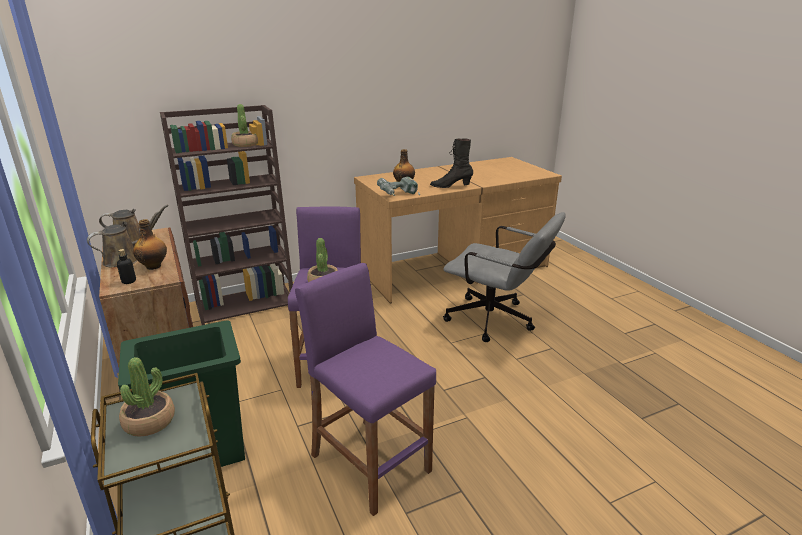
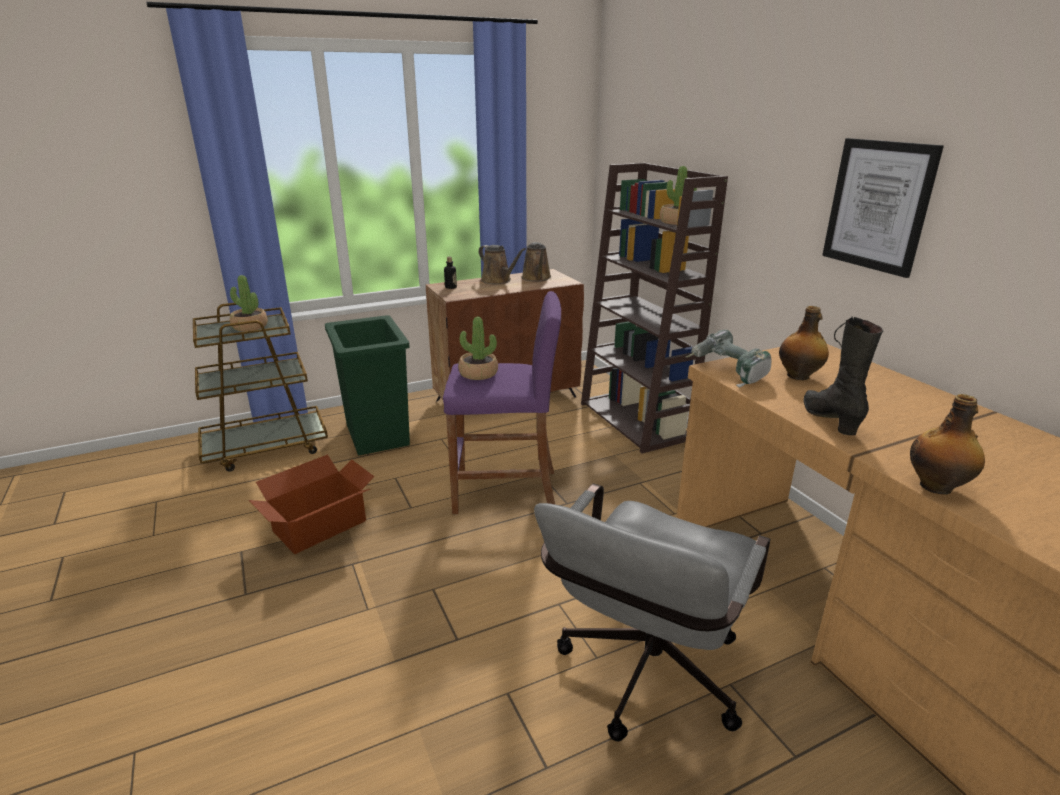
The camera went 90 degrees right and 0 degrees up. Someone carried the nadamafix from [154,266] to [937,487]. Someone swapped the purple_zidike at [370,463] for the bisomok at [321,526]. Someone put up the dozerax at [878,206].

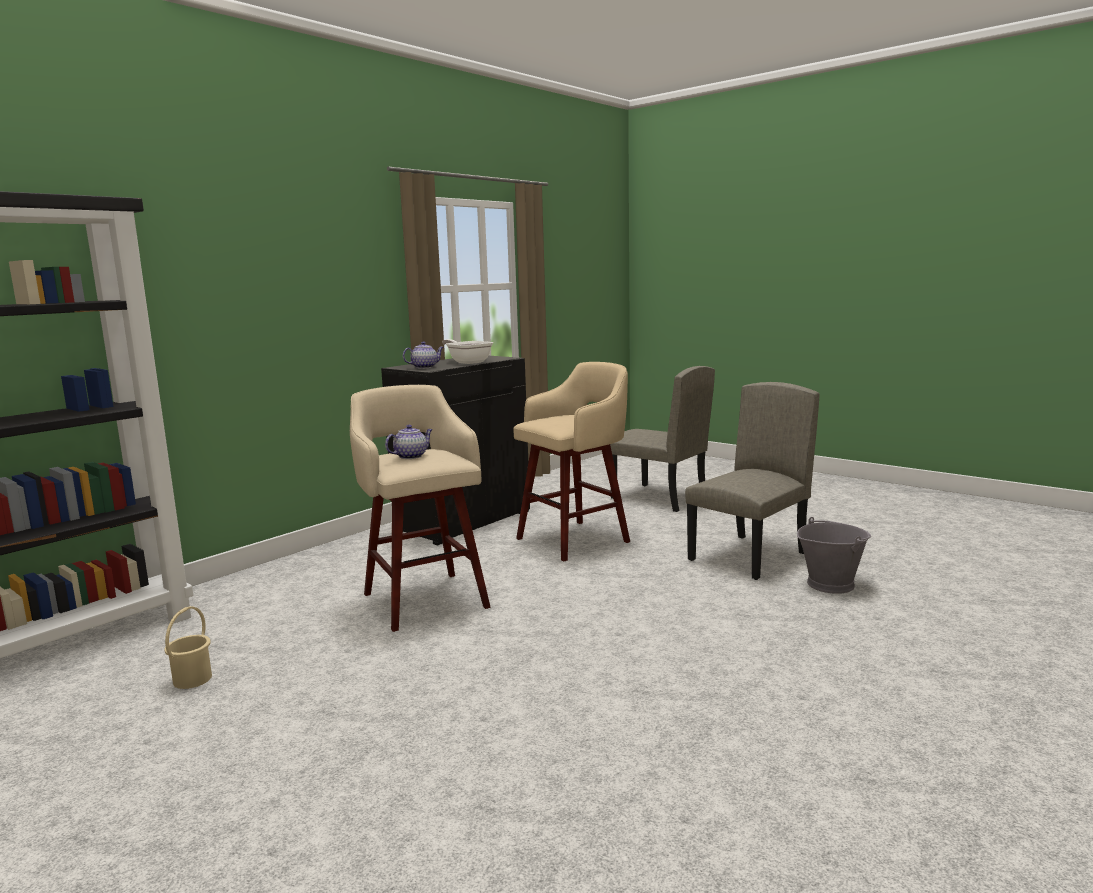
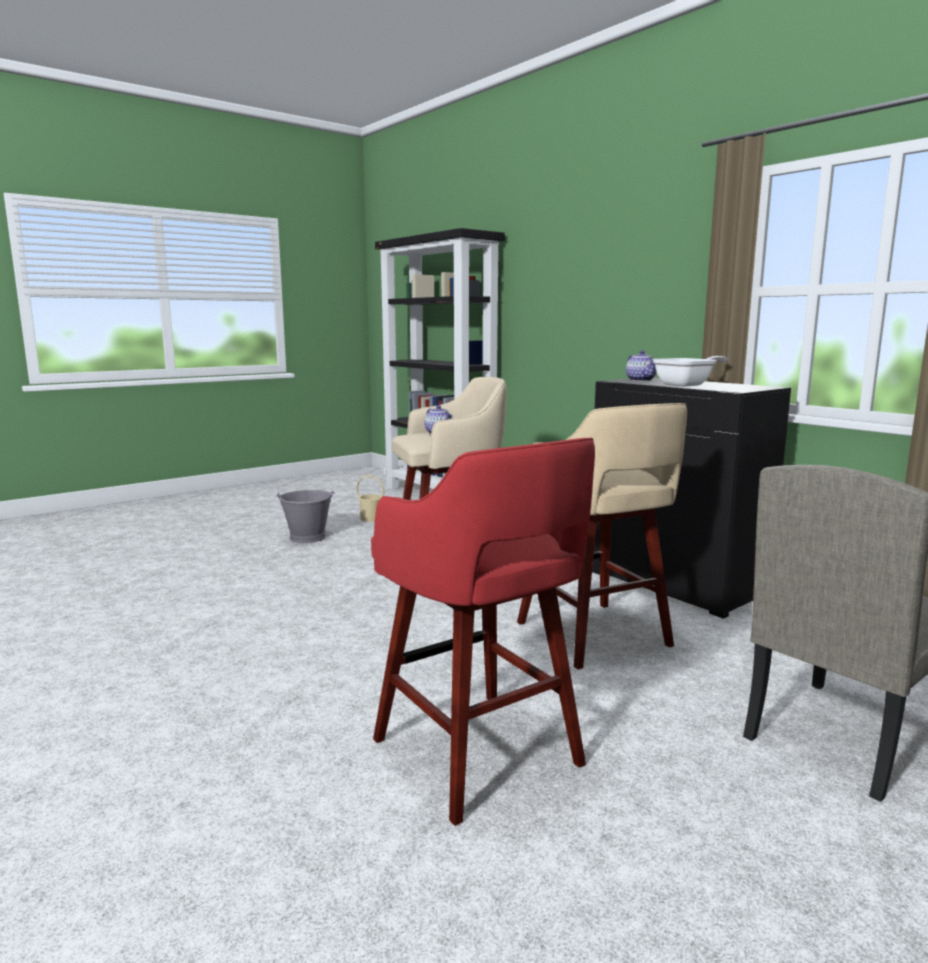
The camera went 100 degrees right and 0 degrees up. Someone swapped the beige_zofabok at [749,557] for the red_zidike at [480,756]. Someone carried the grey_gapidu from [830,584] to [308,537].

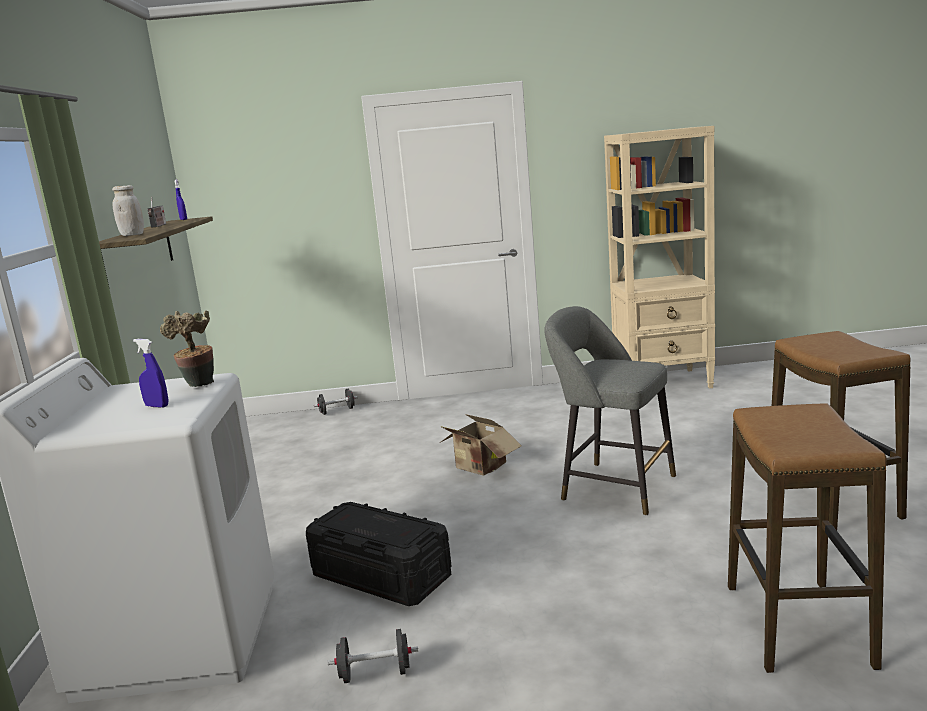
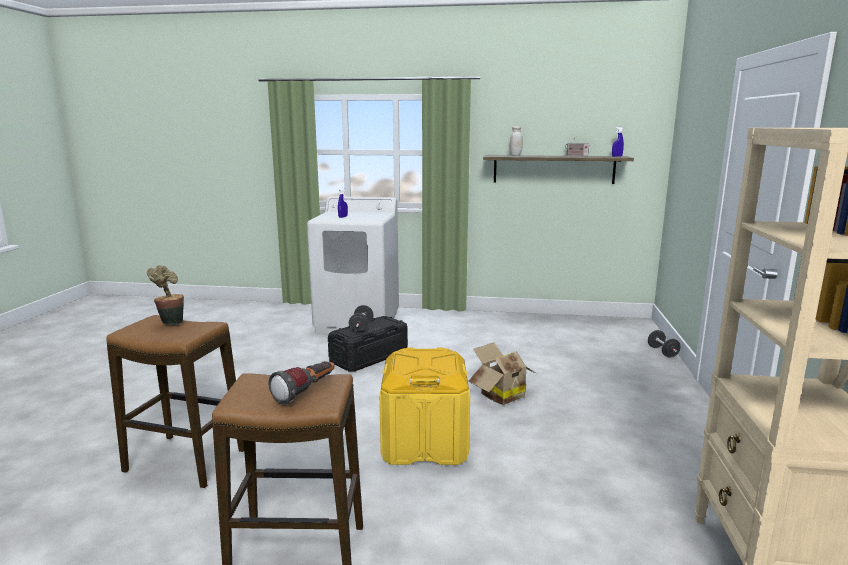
The camera went 100 degrees right and 0 degrees up. Someone carried the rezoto from [199,386] to [171,322]. Someone carried the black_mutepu from [375,673] to [361,328]. Someone swapped the grey_zidike at [612,487] for the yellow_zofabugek at [425,443]. Someone put down the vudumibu at [306,392].

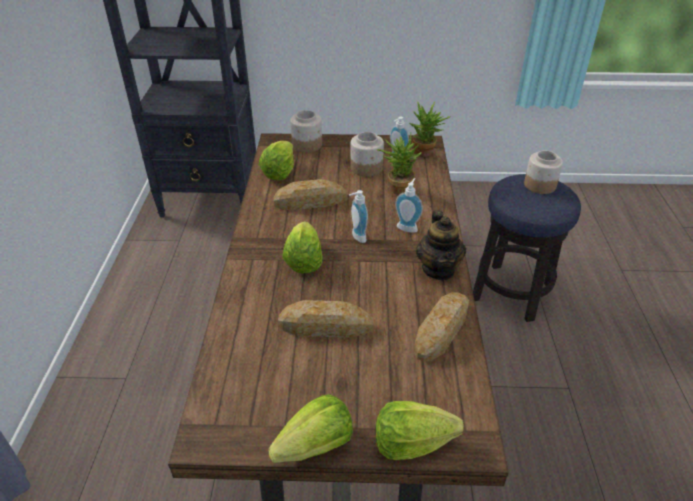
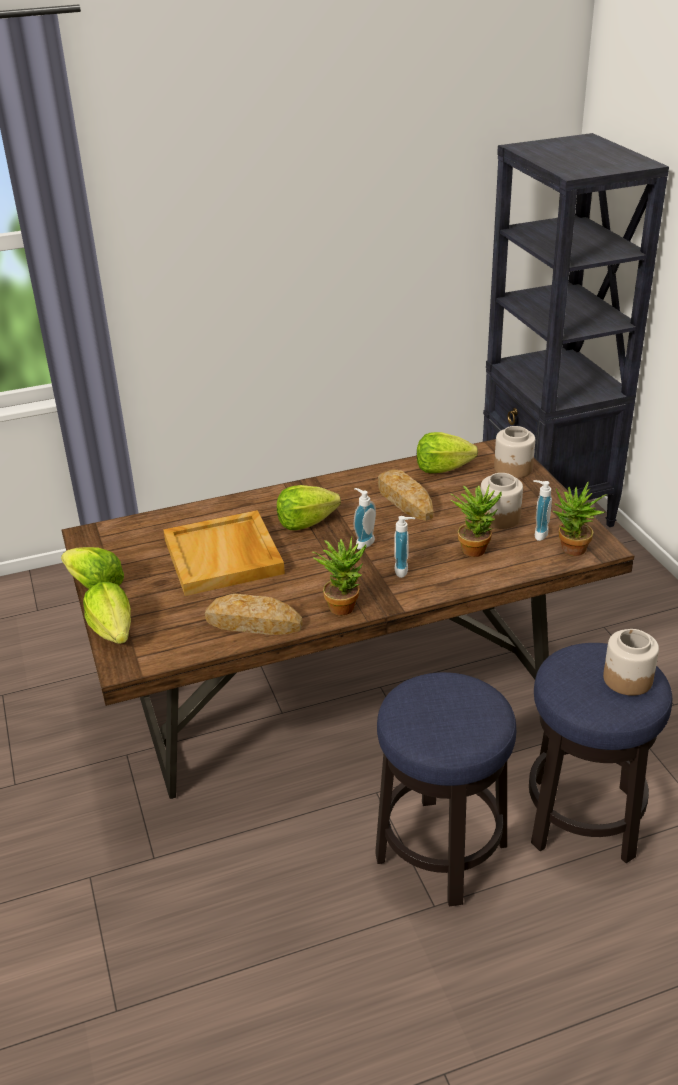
The camera went 70 degrees right and 5 degrees down. Someone swapped the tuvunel at [325,326] for the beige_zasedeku at [224,557]. Someone swapped the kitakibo at [438,269] for the rezoto at [343,604]. Someone put down the zidike at [441,851].

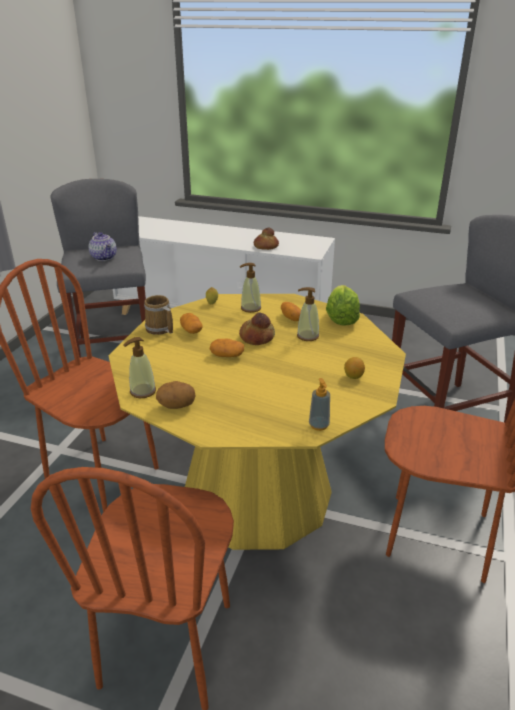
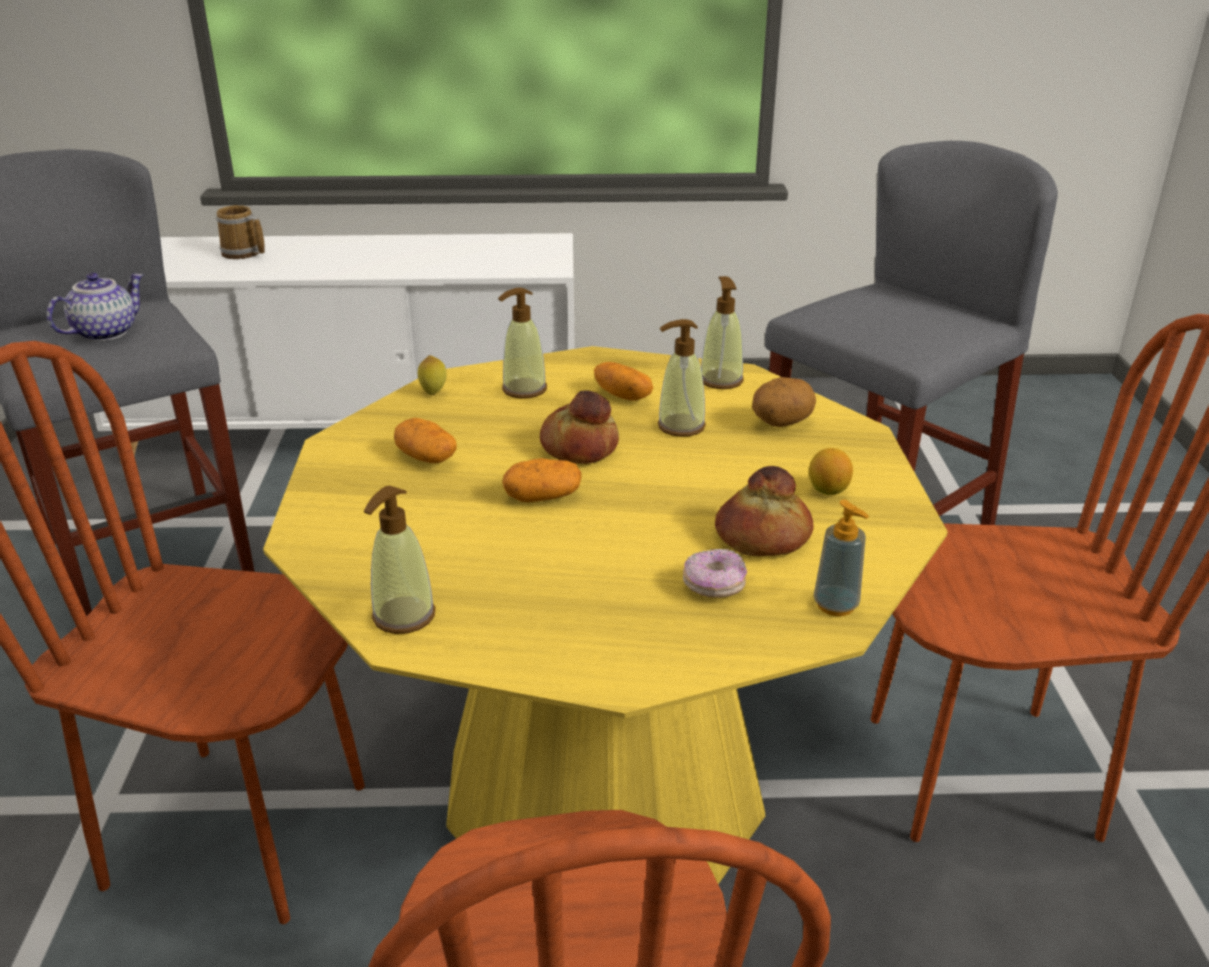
The camera went 20 degrees left and 0 degrees up. Someone rotated the kitakibo at [104,257] by 90 degrees counterclockwise. Someone carried the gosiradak from [159,329] to [242,254]. Someone carried the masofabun from [177,406] to [781,423]. Someone carried the tuvunel from [265,246] to [762,537]. Someone swapped the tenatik at [341,318] for the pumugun at [721,380]. Someone put down the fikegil at [714,586].

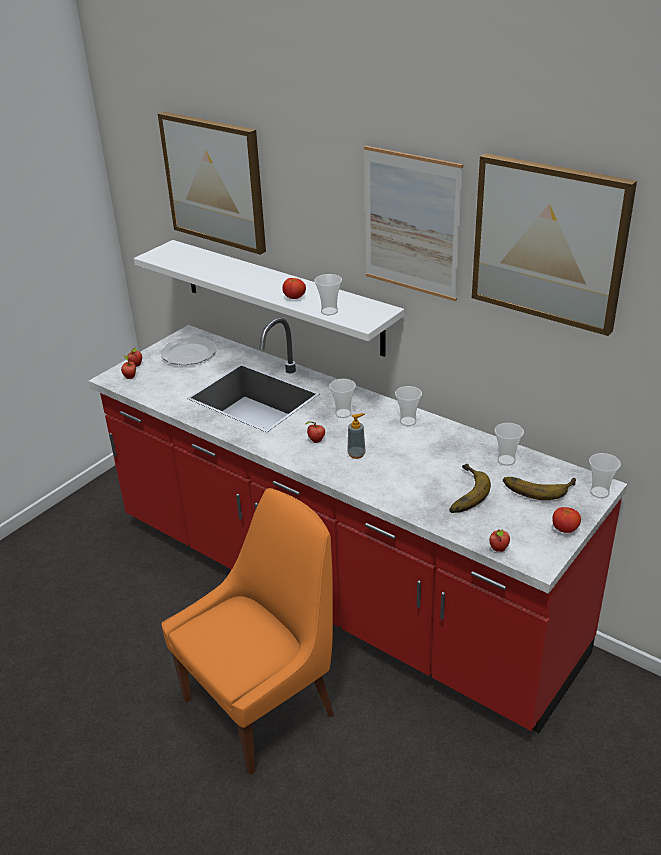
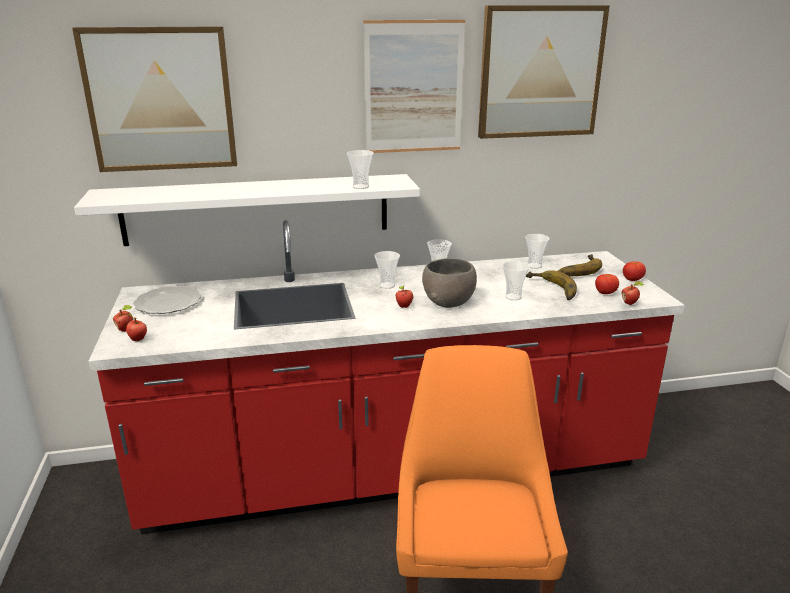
The camera went 50 degrees left and 10 degrees down. Someone carried the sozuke from [294,298] to [605,293]. Someone swapped the pumugun at [356,454] for the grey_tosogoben at [448,301]. Someone carried the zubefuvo from [599,492] to [513,297].

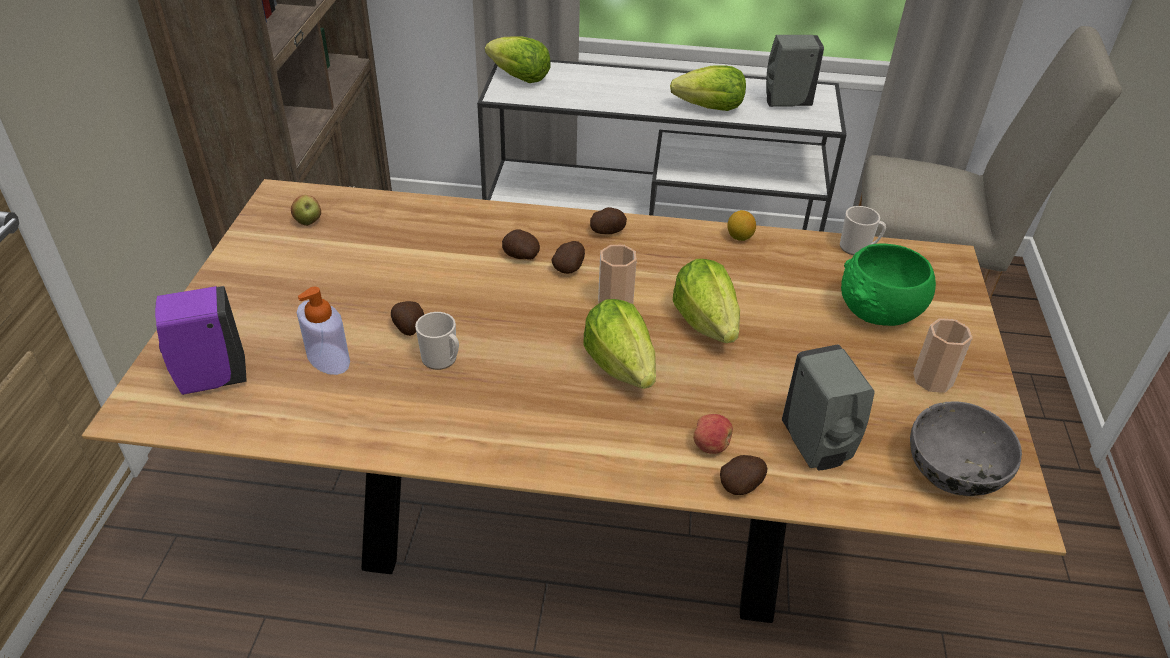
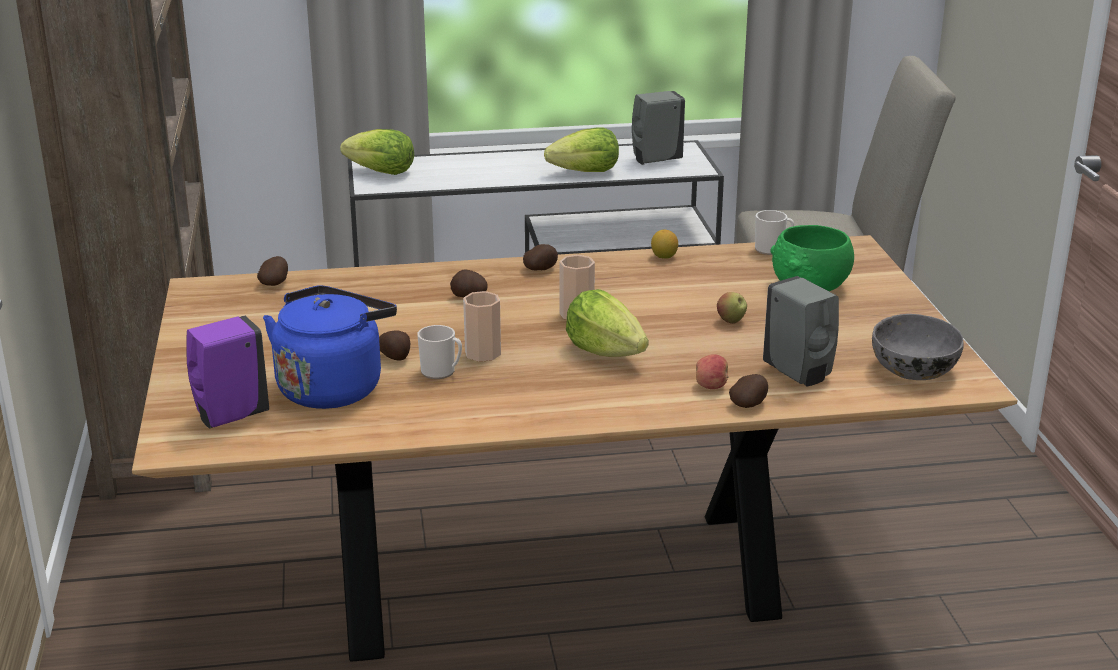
The camera went 15 degrees left and 15 degrees down. Someone carried the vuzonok from [308,222] to [731,321]. Someone swapped the pumugun at [328,358] for the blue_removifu at [333,387]. Someone carried the masofabun from [569,268] to [275,283]. Someone took away the tenatik at [706,322]. Someone carried the zubefuvo from [932,379] to [483,353].

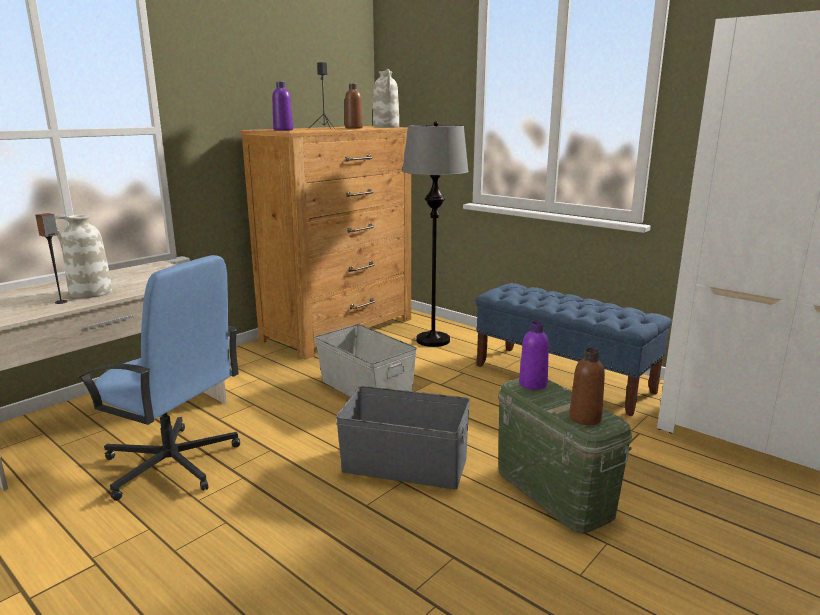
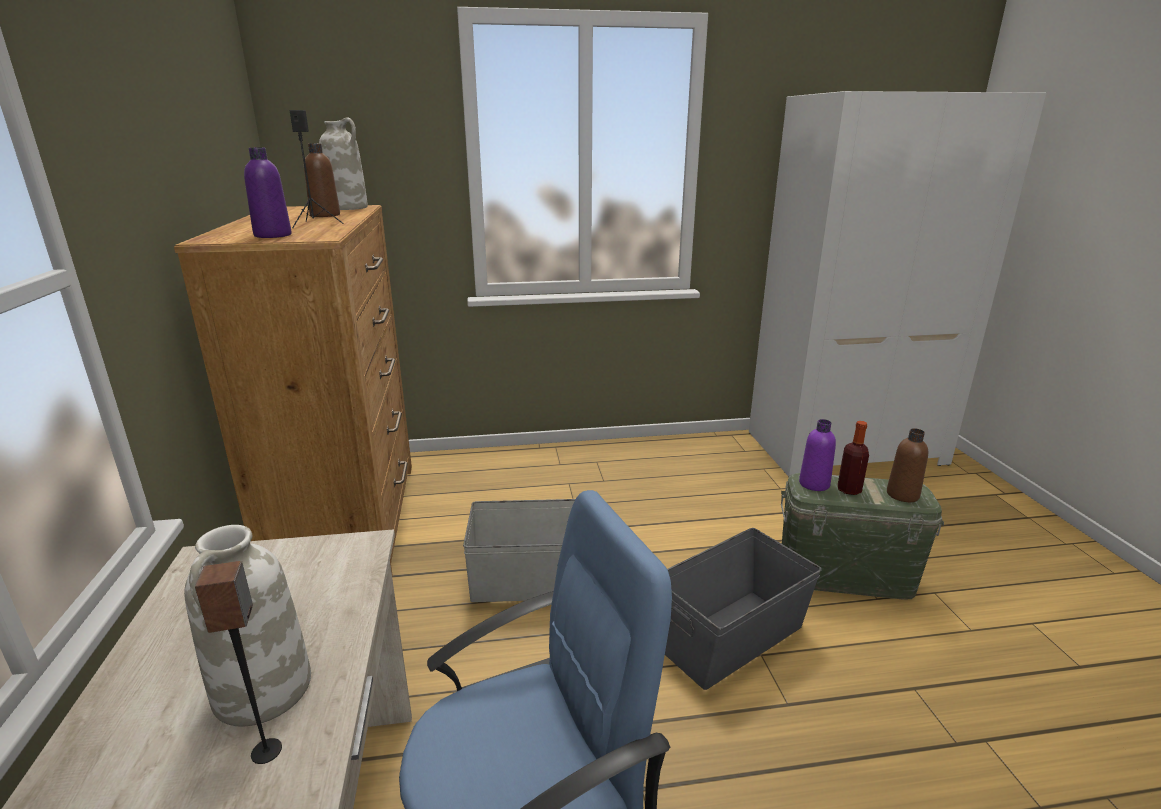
The camera went 50 degrees left and 5 degrees up. Someone took away the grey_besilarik at [433,340]. Someone took away the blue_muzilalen at [563,378]. Someone put down the nadamafix at [849,490].

